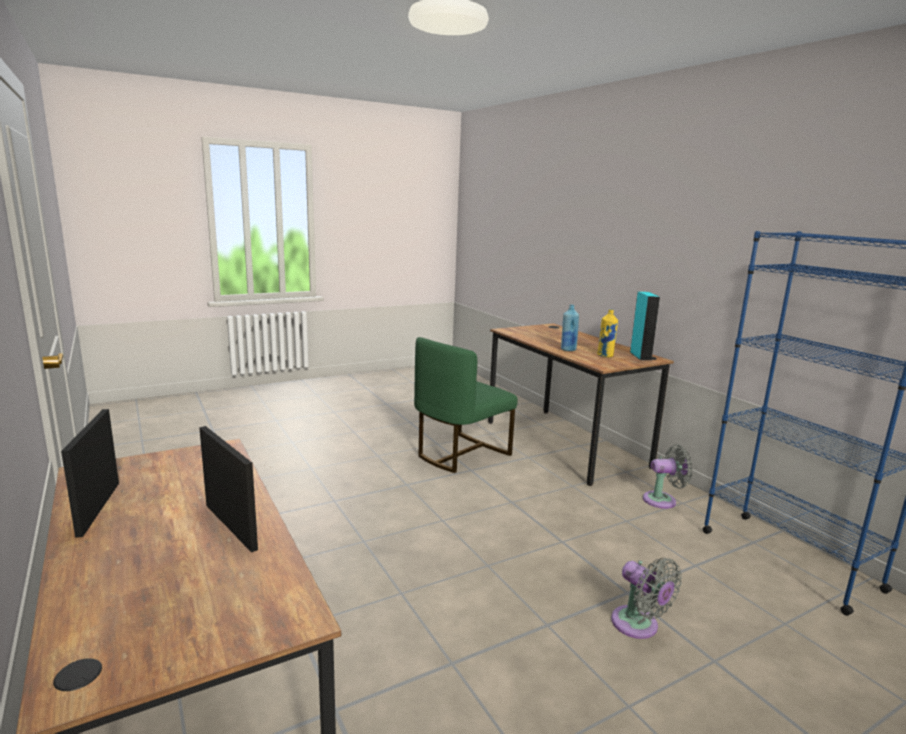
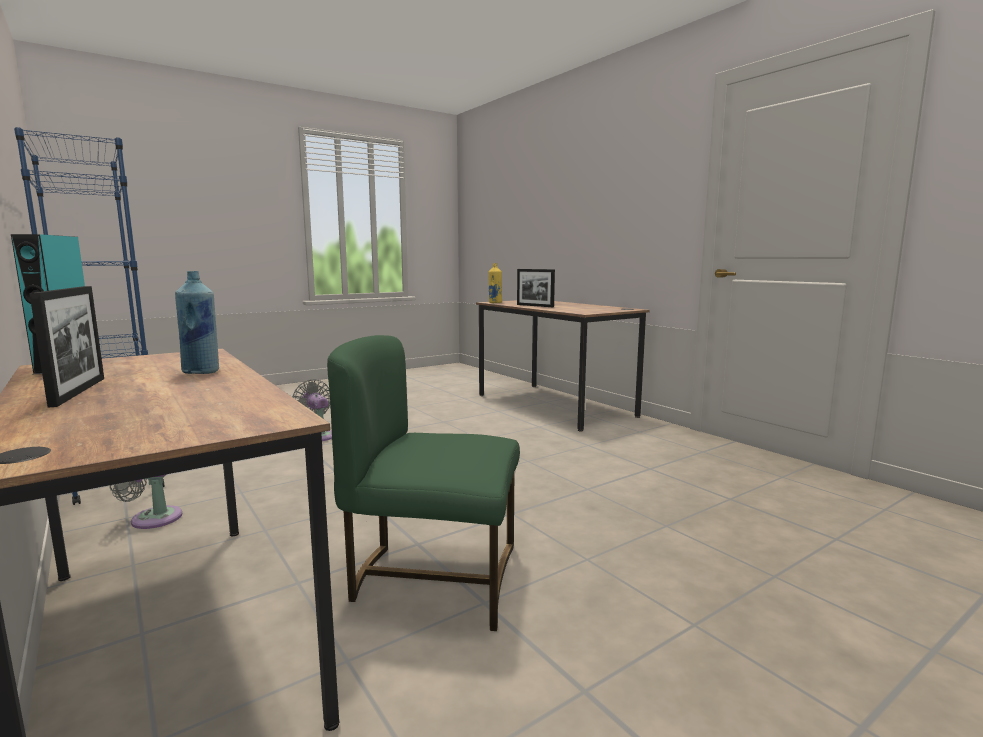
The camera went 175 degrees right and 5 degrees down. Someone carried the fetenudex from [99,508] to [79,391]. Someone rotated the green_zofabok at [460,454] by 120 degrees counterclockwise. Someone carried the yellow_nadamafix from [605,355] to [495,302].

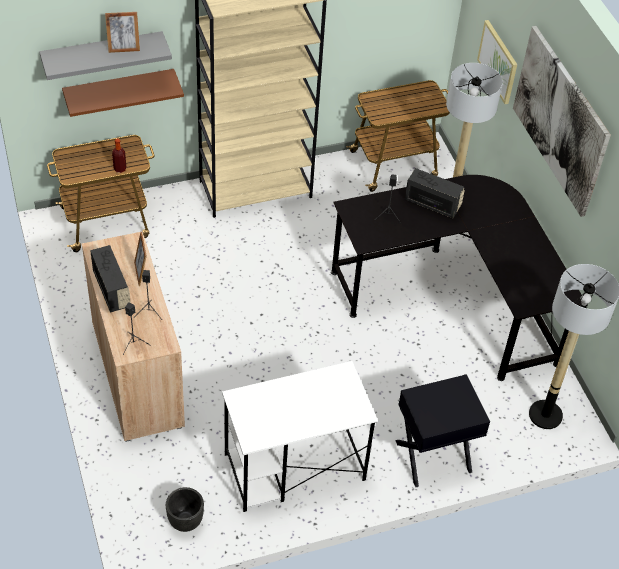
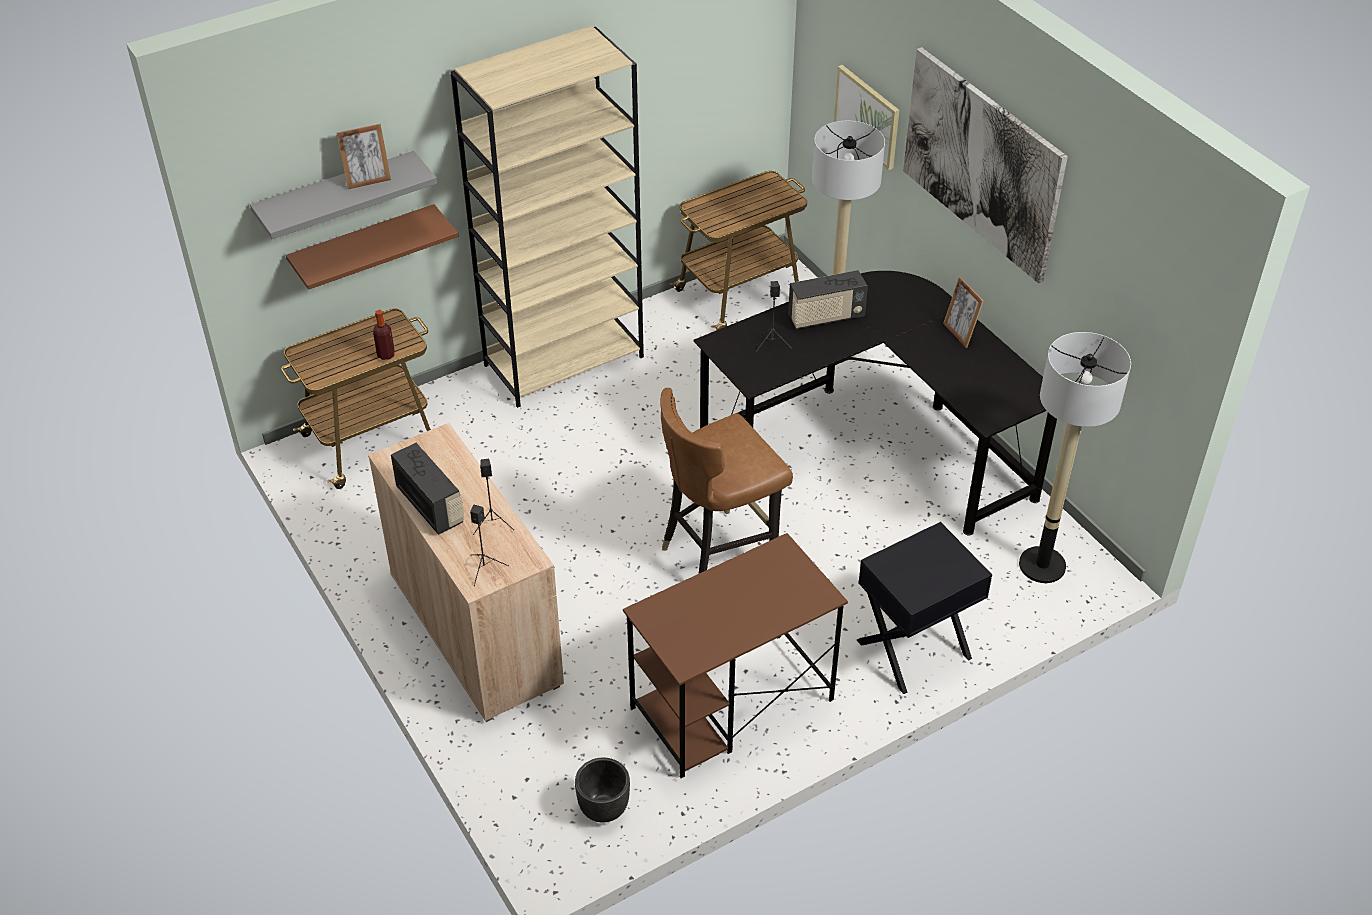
The camera went 10 degrees left and 5 degrees down. Someone carried the fetenudex from [141,273] to [959,334]. Someone repainted the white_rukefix at [293,467], which became the brown_rukefix at [730,705]. Someone rotated the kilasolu at [432,204] by 150 degrees clockwise. Someone put down the brown_zofabok at [718,553].

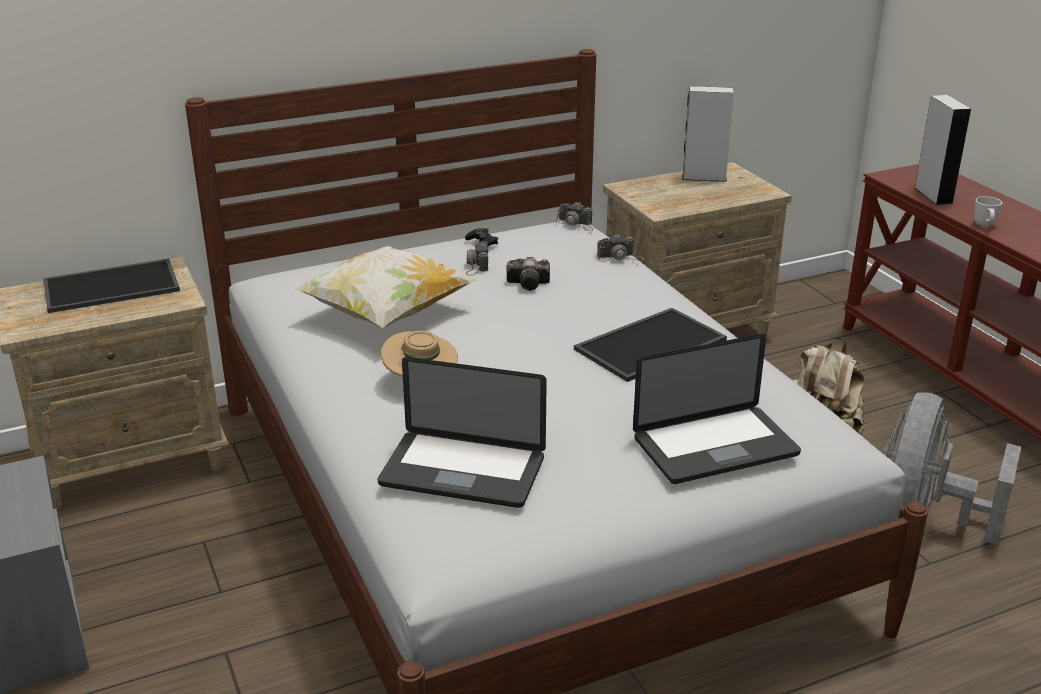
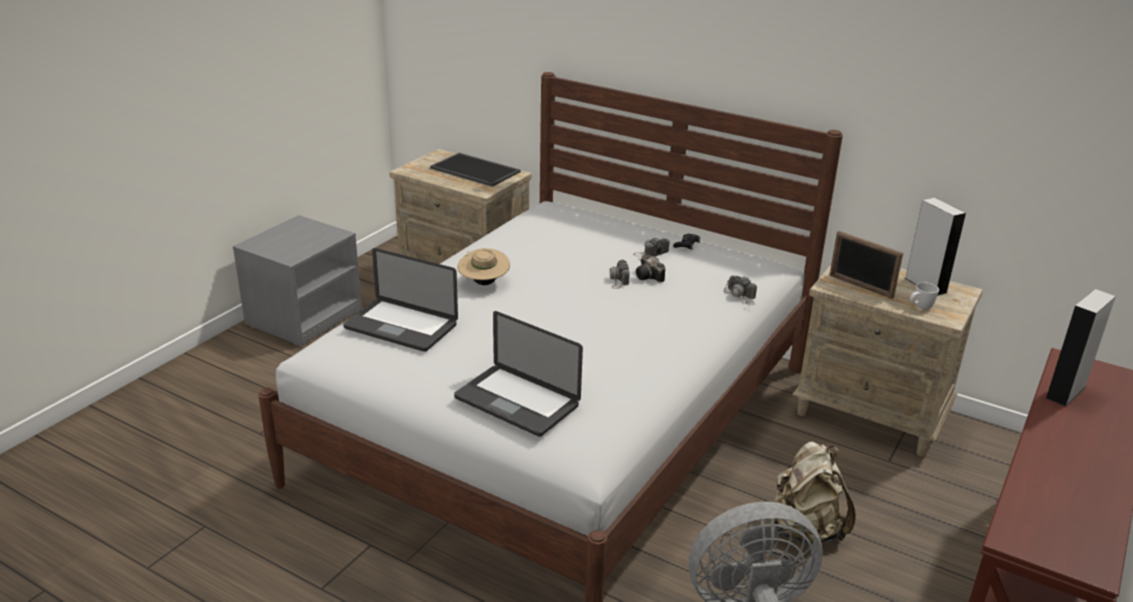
The camera went 55 degrees right and 0 degrees up. Someone took away the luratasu at [386,314]. Someone rotated the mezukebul at [462,471] by 45 degrees counterclockwise. Someone carried the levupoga from [576,224] to [618,279]. Someone took away the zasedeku at [650,343]. Someone carried the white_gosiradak from [985,226] to [919,308]. Someone put down the fetenudex at [860,286].

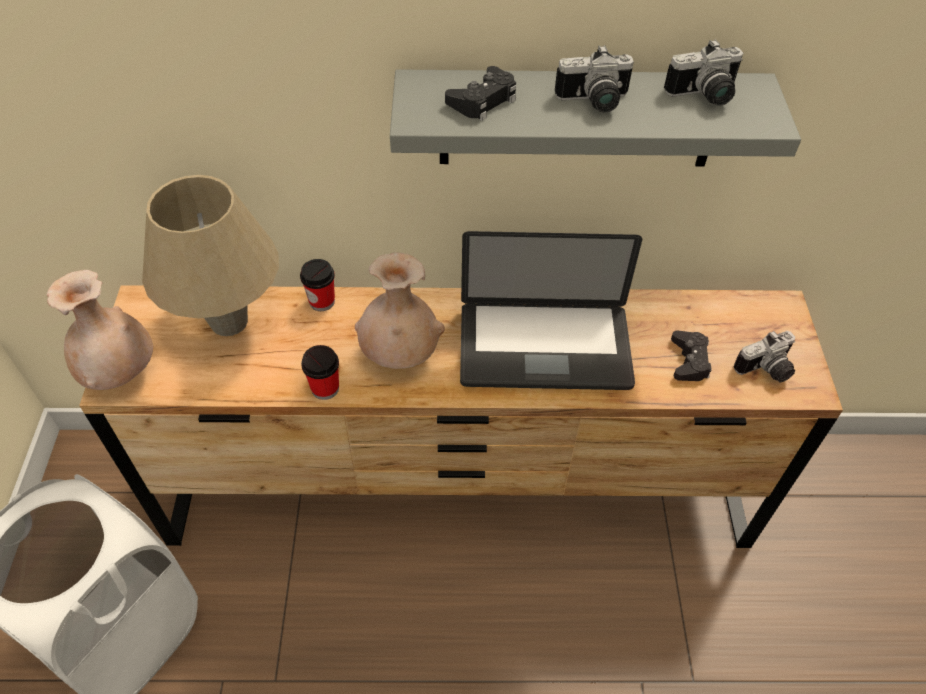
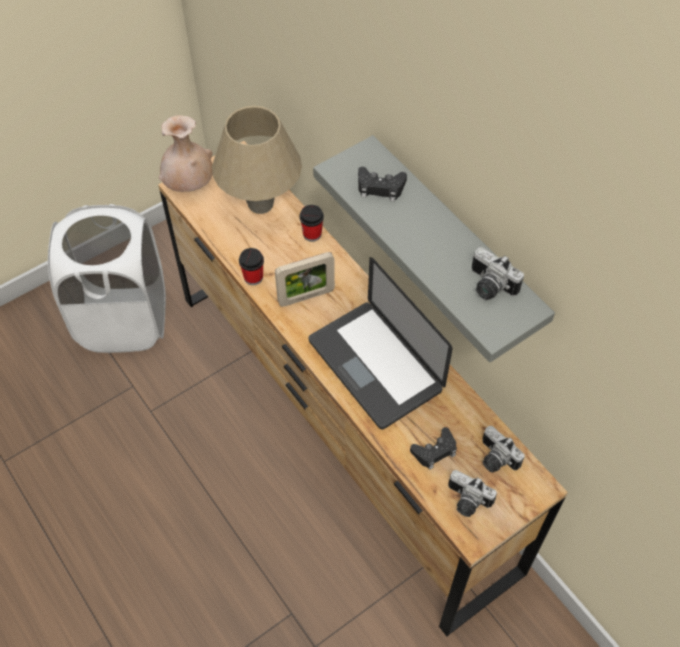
The camera went 55 degrees right and 5 degrees up. Someone swapped the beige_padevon at [400,355] for the fetenudex at [306,296]. Someone carried the levupoga from [594,102] to [495,459].

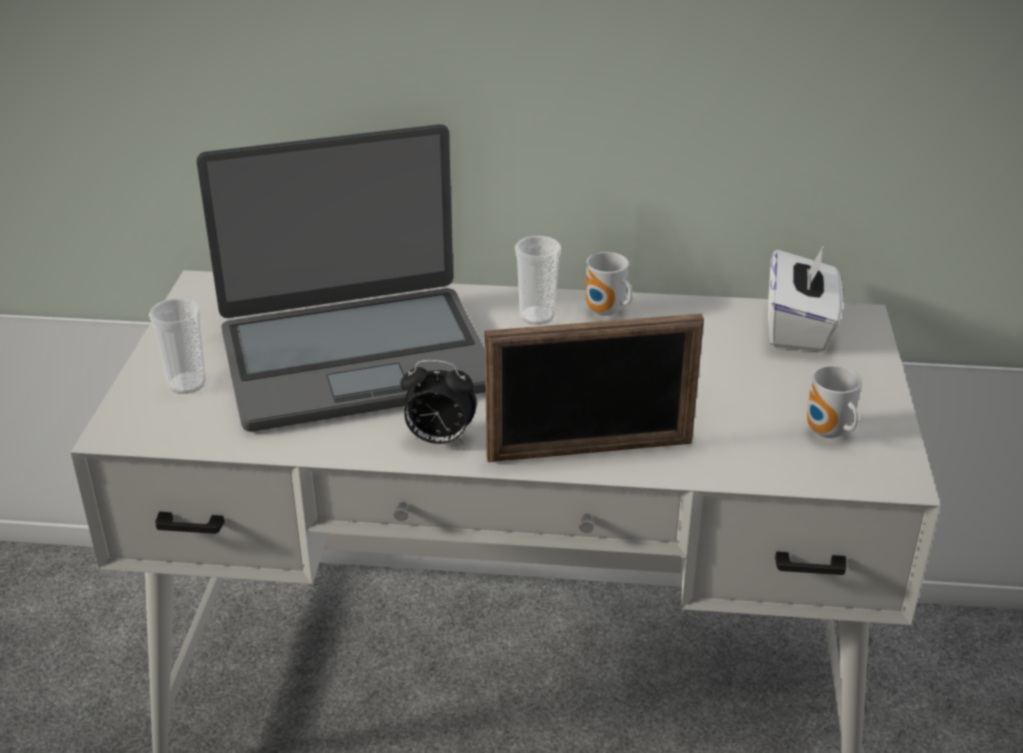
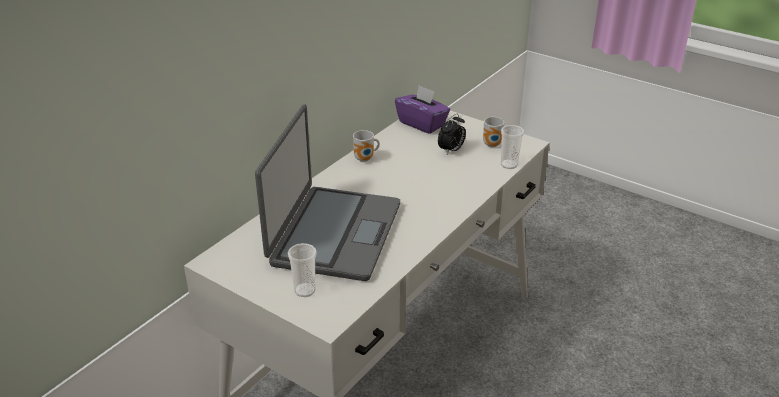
The camera went 60 degrees left and 0 degrees up. Someone carried the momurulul from [439,440] to [451,150]. Someone took away the fetenudex at [590,451]. Someone carried the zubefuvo from [537,316] to [509,164]. Someone repainted the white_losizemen at [799,328], which became the purple_losizemen at [422,124].

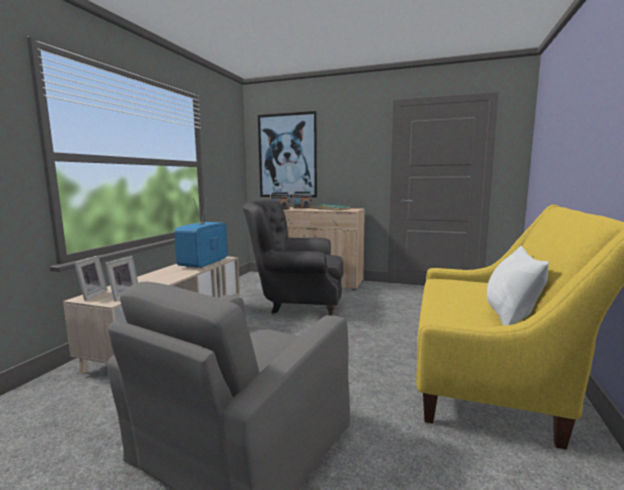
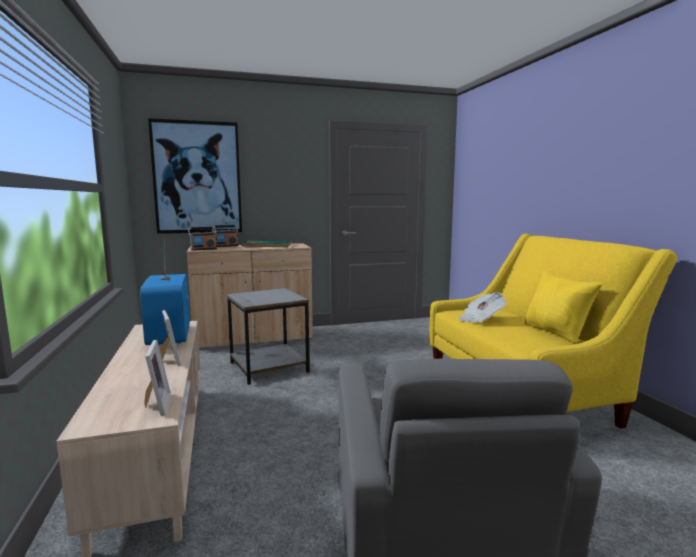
The camera went 35 degrees left and 0 degrees up. Someone carried the fetenudex from [90,295] to [168,360]. Someone swapped the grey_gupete at [296,302] for the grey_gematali at [267,367]. Someone repainted the white_luratasu at [510,316], which became the yellow_luratasu at [556,333]. Someone put down the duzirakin at [481,319].

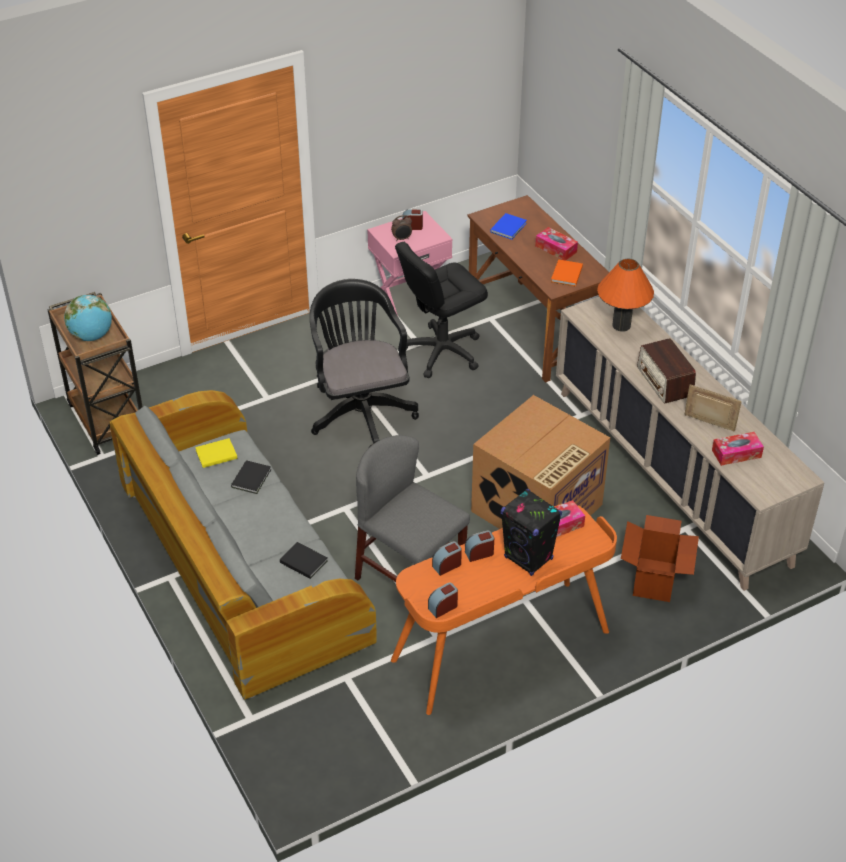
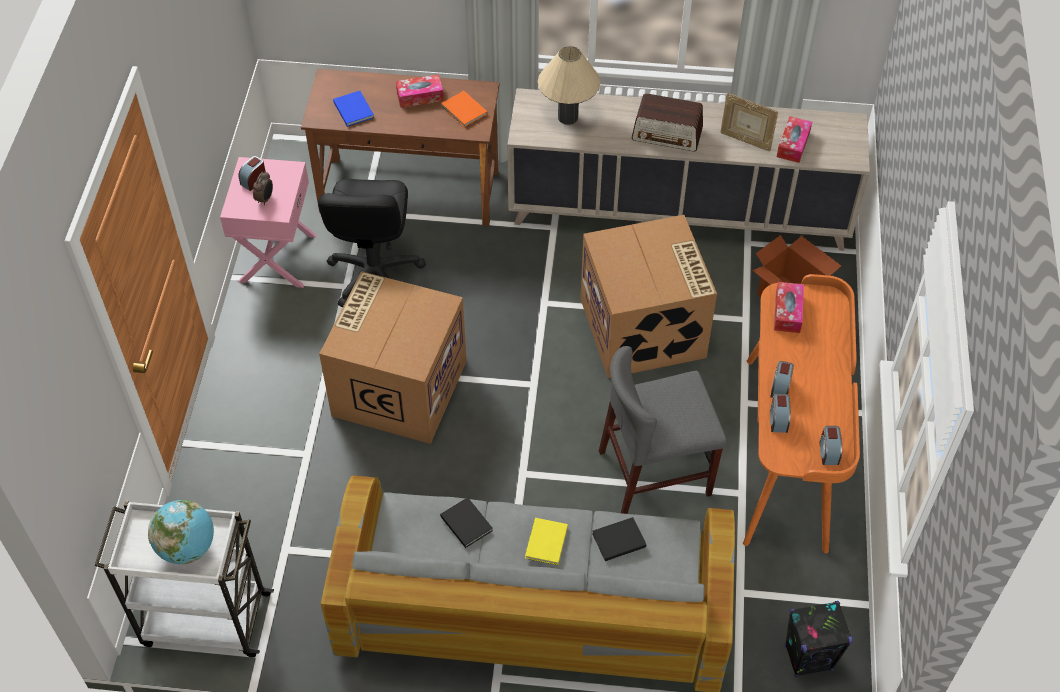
The camera went 55 degrees left and 10 degrees up. Someone repainted the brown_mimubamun at [107,419], which became the white_mimubamun at [203,619]. Someone carried the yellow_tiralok from [215,454] to [545,543]. Someone swapped the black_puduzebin at [360,411] for the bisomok at [398,386]. Someone carried the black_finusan from [528,558] to [808,658]. Someone repainted the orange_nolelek at [621,325], which became the beige_nolelek at [568,117]. Someone rotated the fetenudex at [709,425] by 120 degrees counterclockwise.

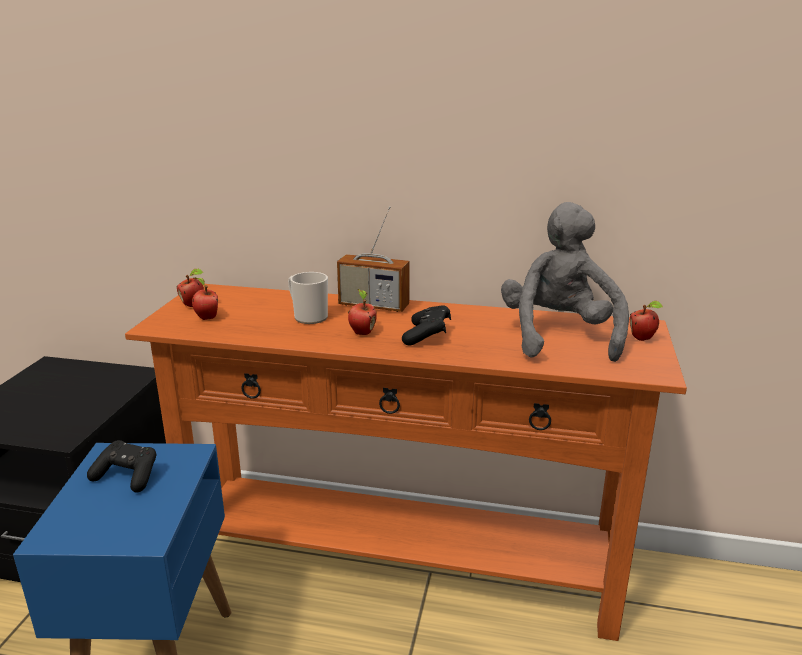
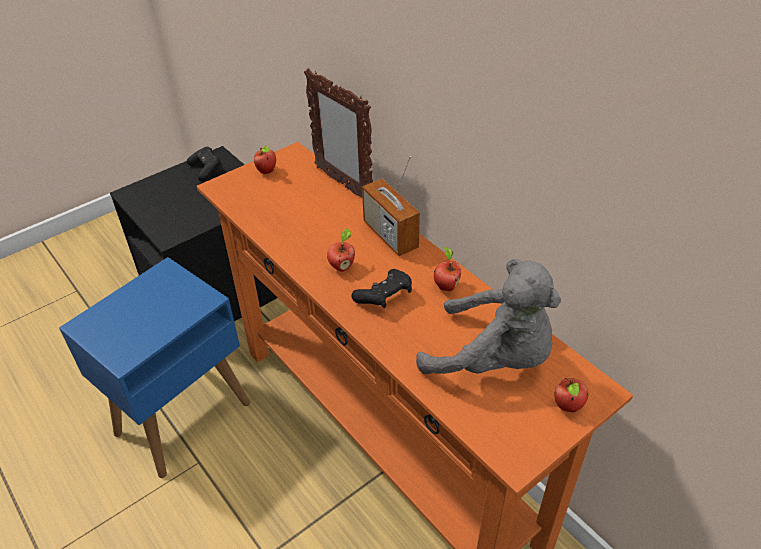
The camera went 40 degrees right and 20 degrees up. Someone carried the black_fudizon from [127,476] to [206,169]. Someone carried the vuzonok from [206,317] to [445,286]. Someone took away the gosiradak at [308,316]. Someone rotated the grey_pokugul at [559,336] by 75 degrees clockwise. Someone put down the fetenudex at [343,184].

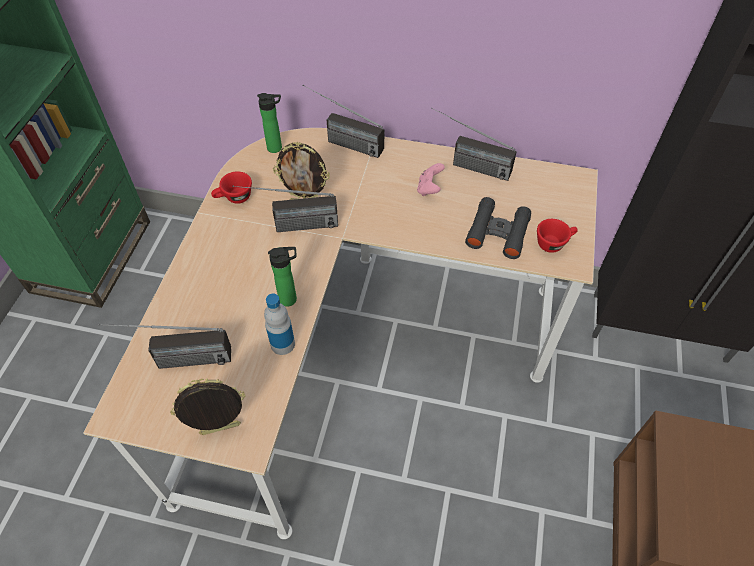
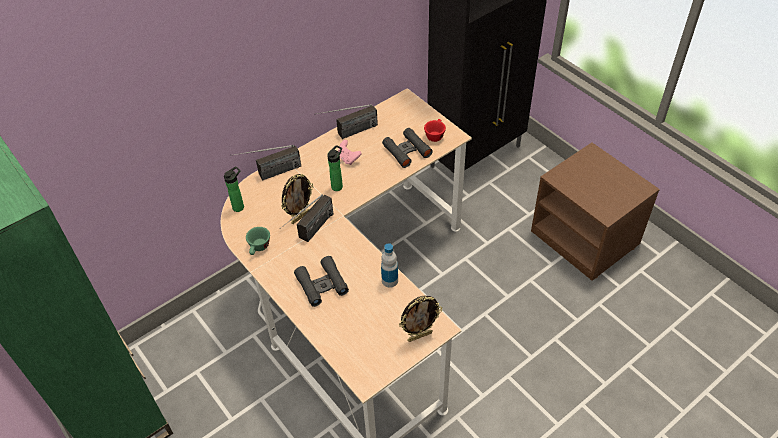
The camera went 50 degrees left and 5 degrees down. Someone took away the kilasolu at [175,361]. Someone rotated the fetenudex at [220,431] by 135 degrees counterclockwise. Someone repainted the red_zubefuvo at [234,198], which became the green_zubefuvo at [259,248]. Someone carried the nadamafix from [290,299] to [338,186]. Someone put down the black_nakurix at [322,284].

